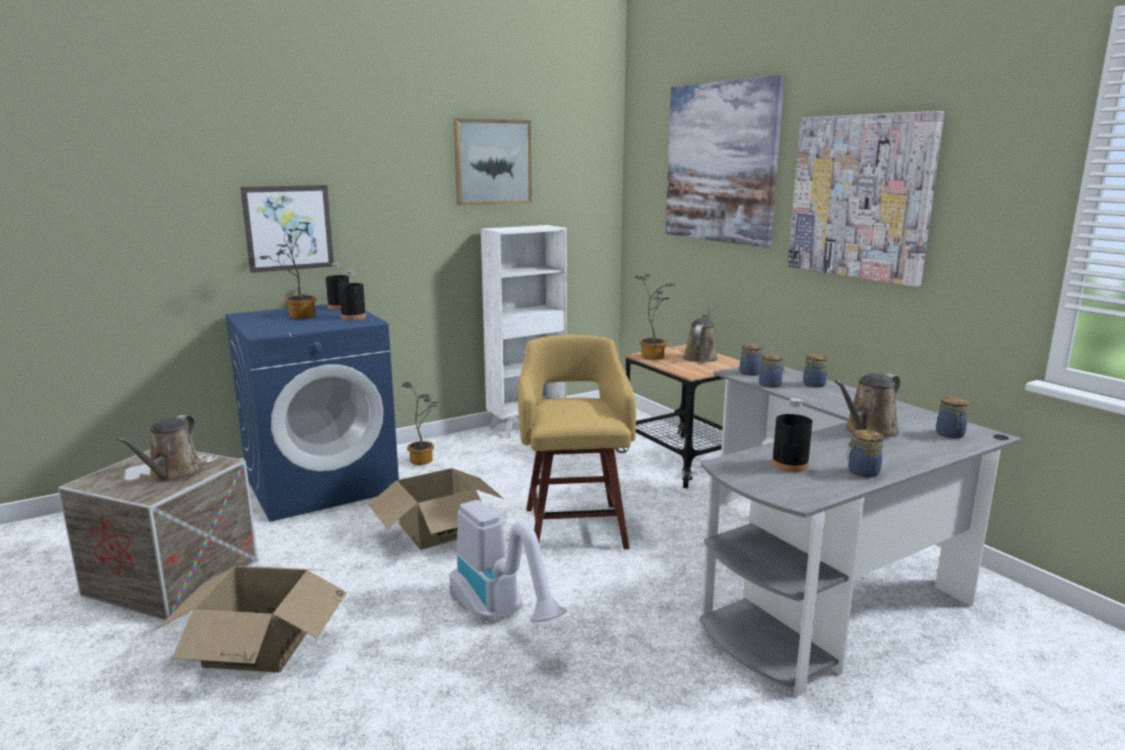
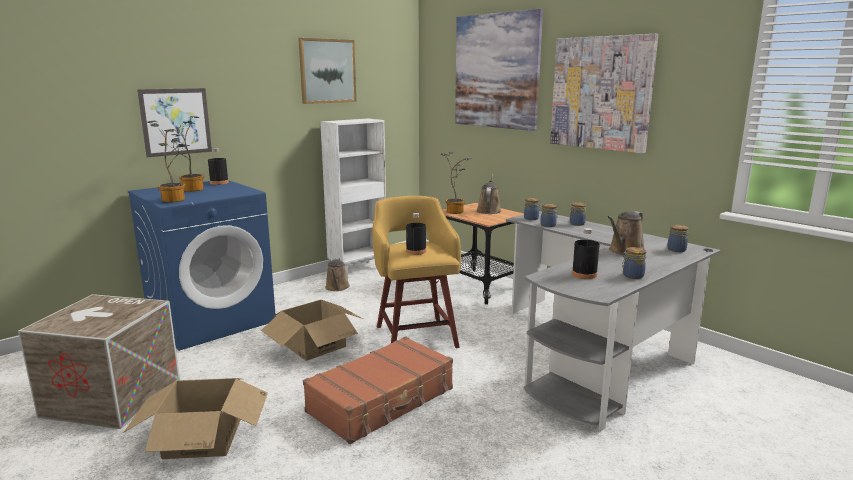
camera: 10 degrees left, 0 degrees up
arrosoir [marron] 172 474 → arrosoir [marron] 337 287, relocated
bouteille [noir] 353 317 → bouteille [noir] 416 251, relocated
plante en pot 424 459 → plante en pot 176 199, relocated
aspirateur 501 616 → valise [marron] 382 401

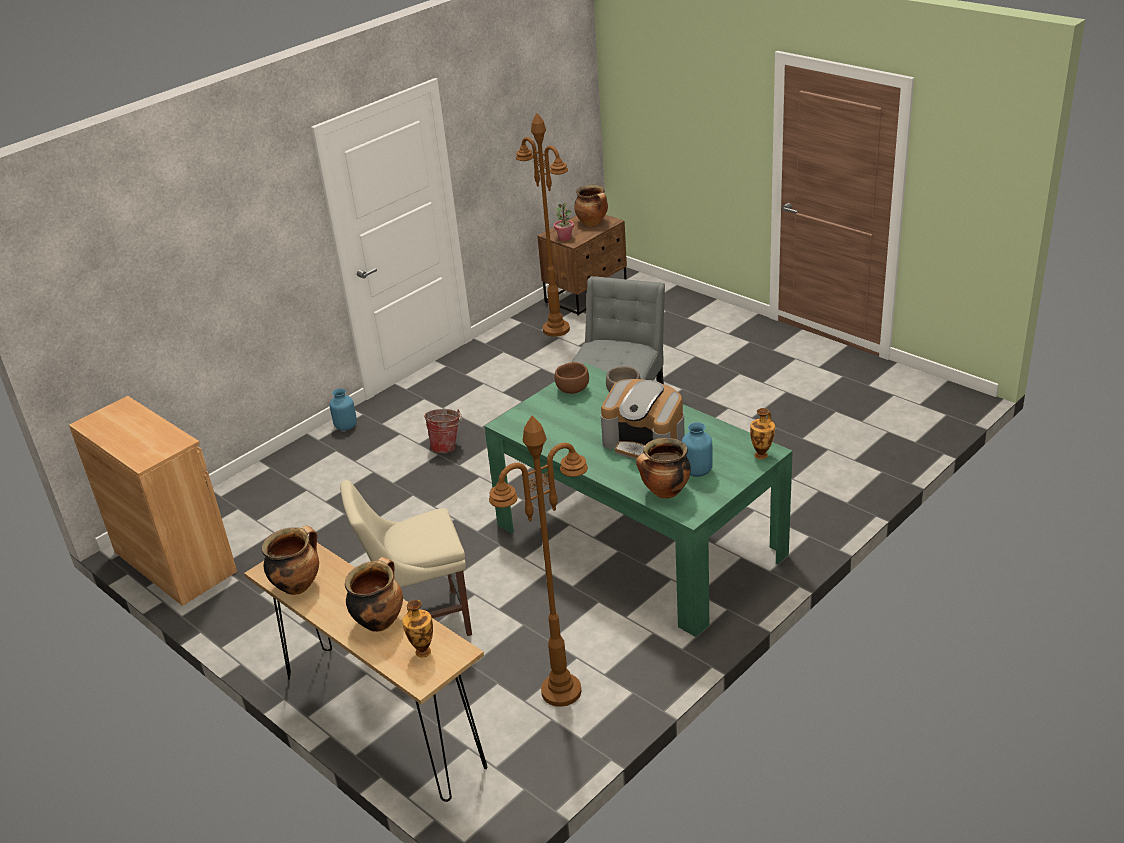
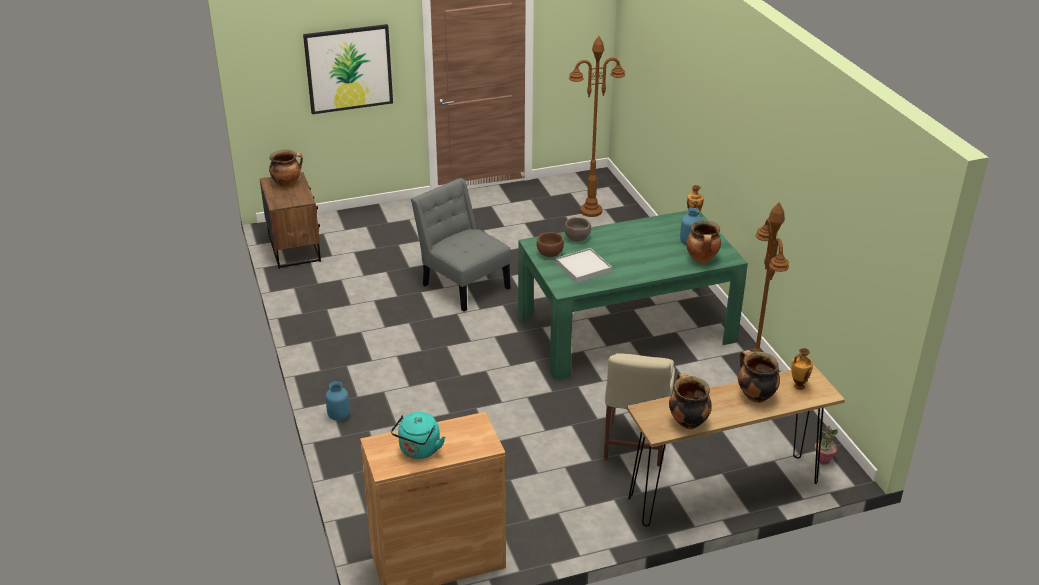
camera: 65 degrees left, 0 degrees up
seau 447 446 → -
lampadaire [marron] 556 329 → lampadaire [marron] 591 211, relocated
plante en pot 565 238 → plante en pot 823 460, relocated
machine à café 645 442 → -
- → tableau 349 68
- → bouilloire [turquoise] 418 451
- → plateau [blanc] 583 267

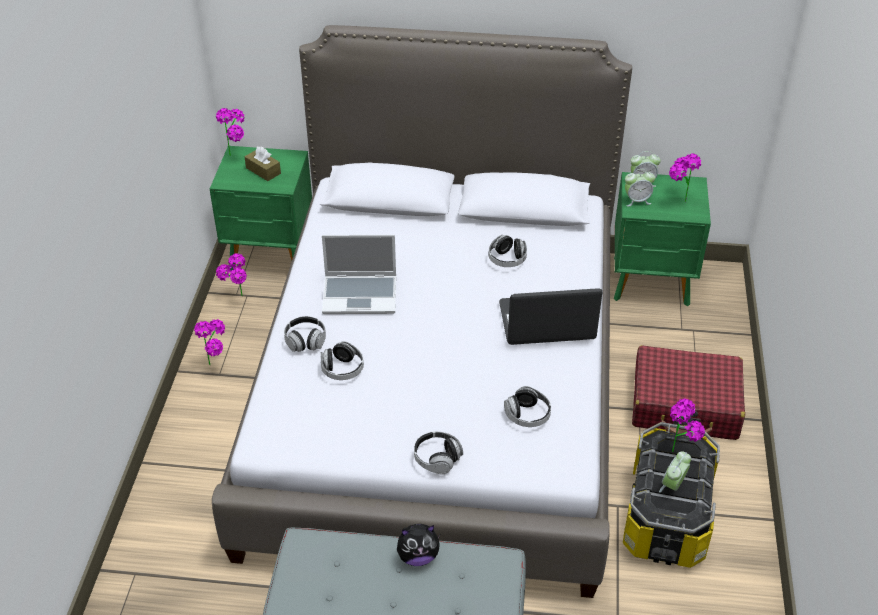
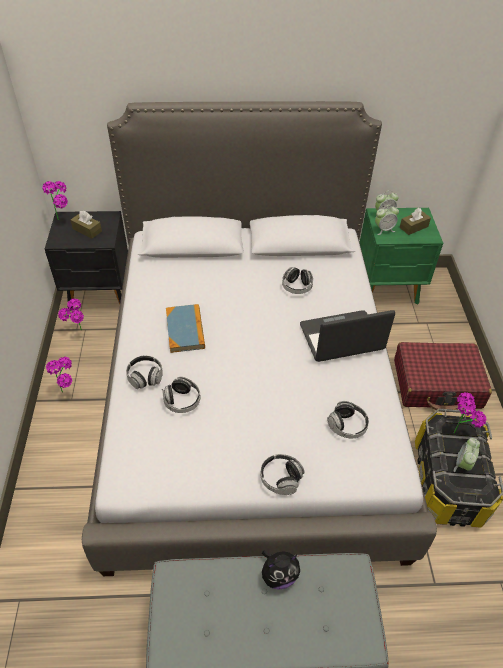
camera: 10 degrees left, 5 degrees up
table de chevet [vert] 272 254 → table de chevet [noir] 100 293
ordinateur portable 361 295 → livre 185 330
plante en pot 677 200 → boîte à mouchoirs [marron] 413 227

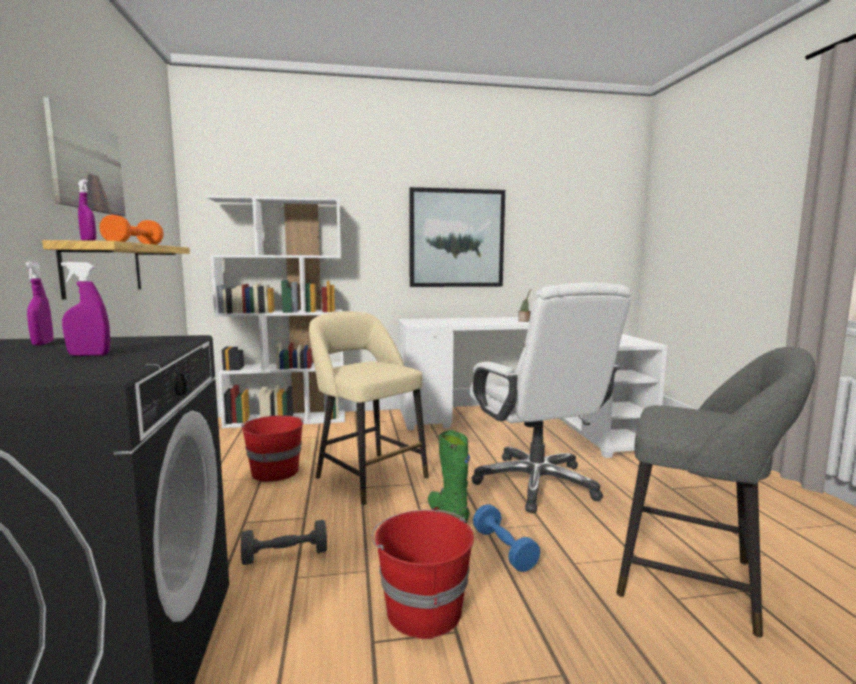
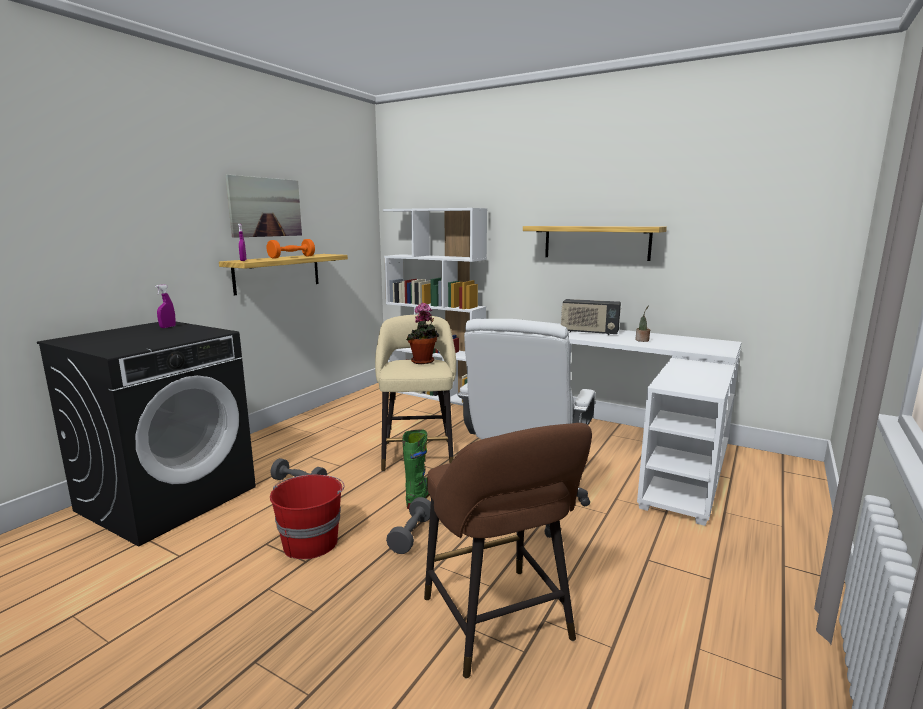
camera: 40 degrees right, 5 degrees up
vaporisateur [violet] 89 355 → -
seau [rouge] 275 471 → -
tableau 456 238 → étagère 596 242
haltère [bleu] 504 549 → haltère [gris] 411 535
tabouret [gris] 696 581 → tabouret [marron] 500 624
- → plante en pot 423 362
- → radio 589 332

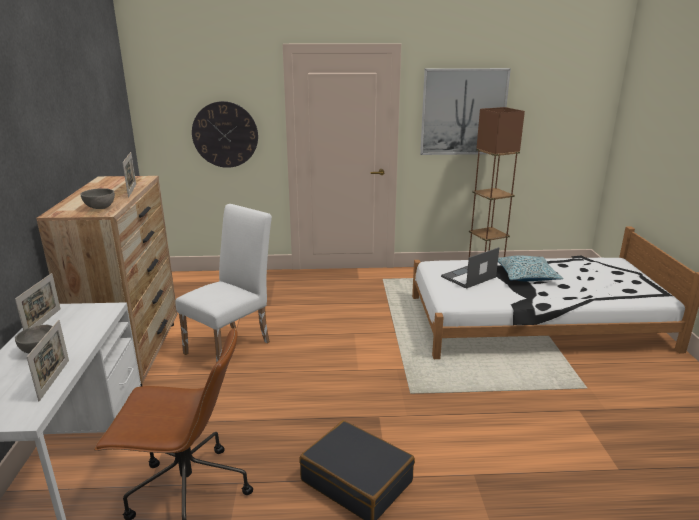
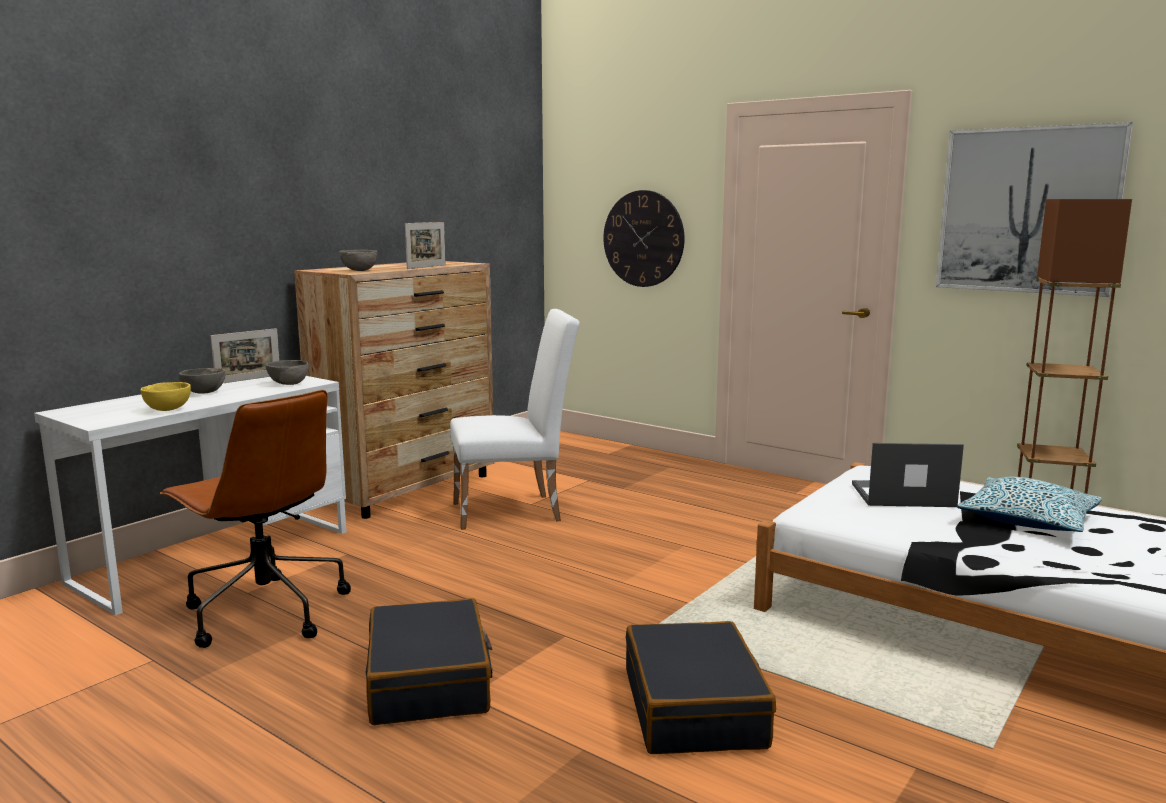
camera: 40 degrees right, 10 degrees down
cadre photo 54 380 → bol [jaune] 168 410
- → bol [gris] 288 384
- → valise [noir] 695 708

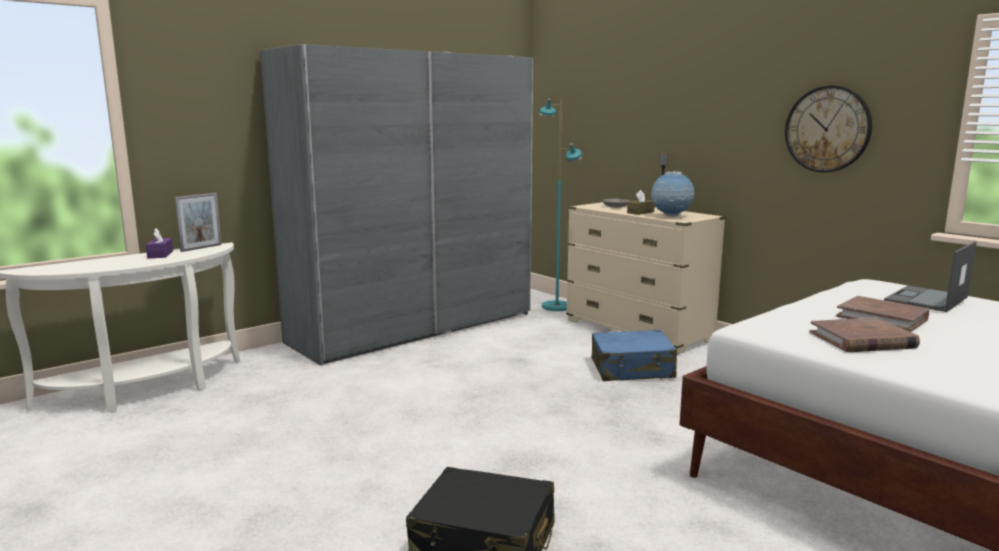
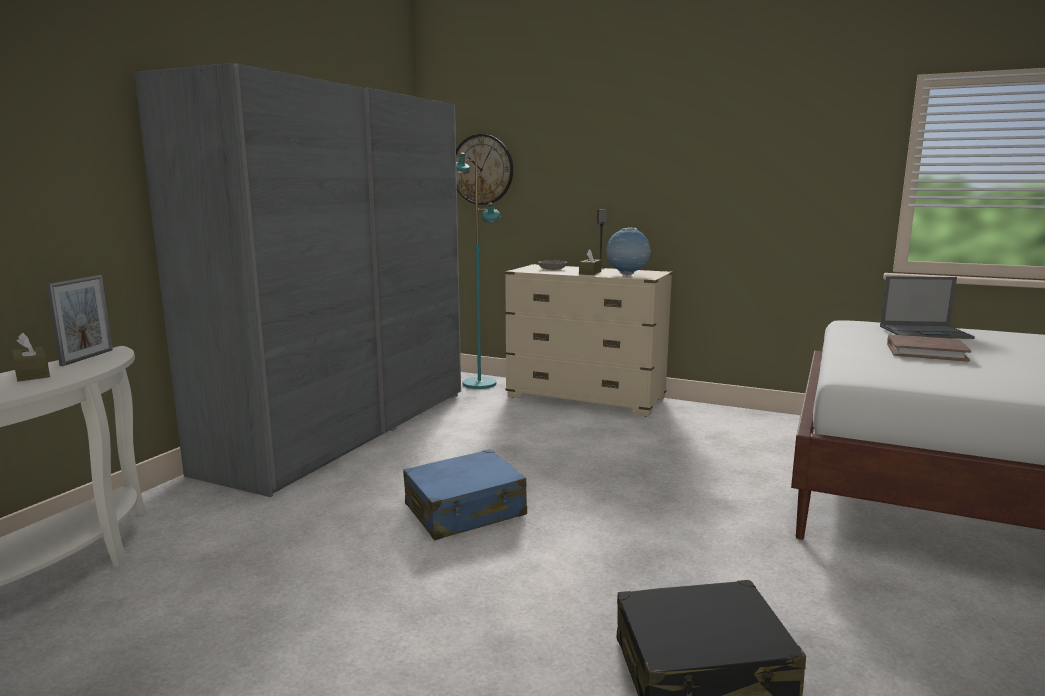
camera: 25 degrees left, 0 degrees up
boîte à mouchoirs [violet] 160 254 → boîte à mouchoirs [marron] 32 374
valise [bleu] 632 369 → valise [bleu] 465 511, relocated
horloge murale 827 129 → horloge murale 482 169, relocated
livre [marron] 862 340 → -
ordinateur portable 926 299 → ordinateur portable 926 332, 105 degrees counterclockwise

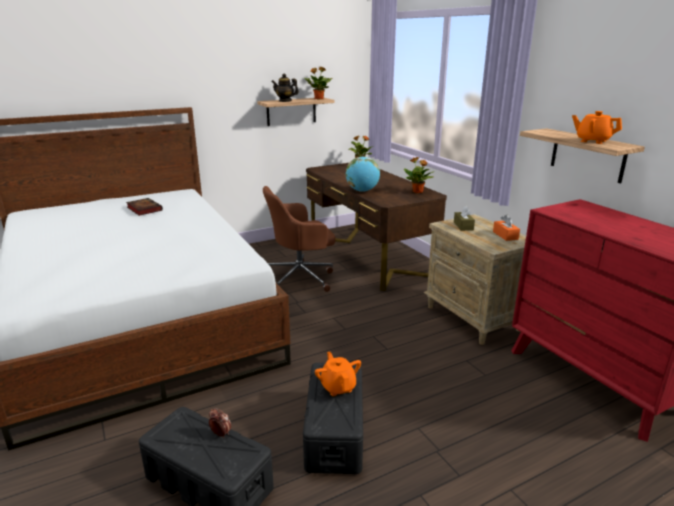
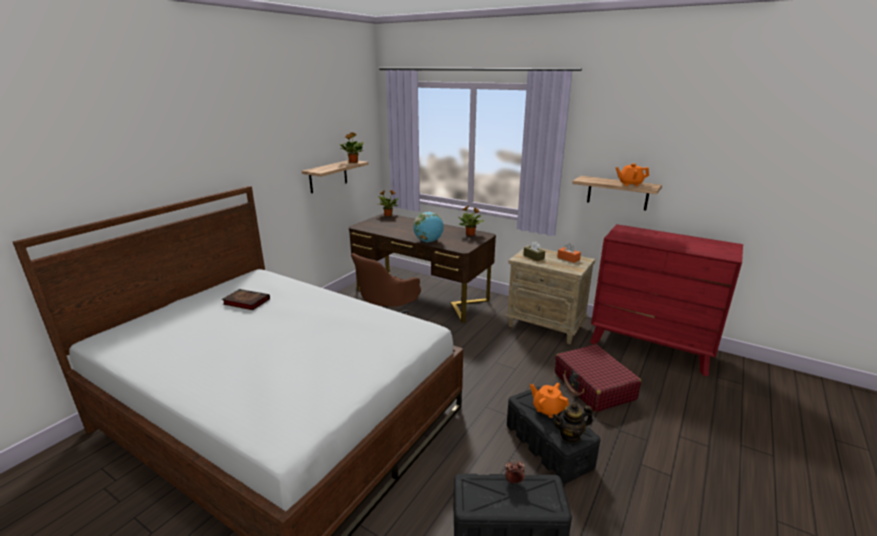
camera: 30 degrees left, 0 degrees up
théière 285 101 → théière 570 435, relocated
- → valise [rouge] 594 386

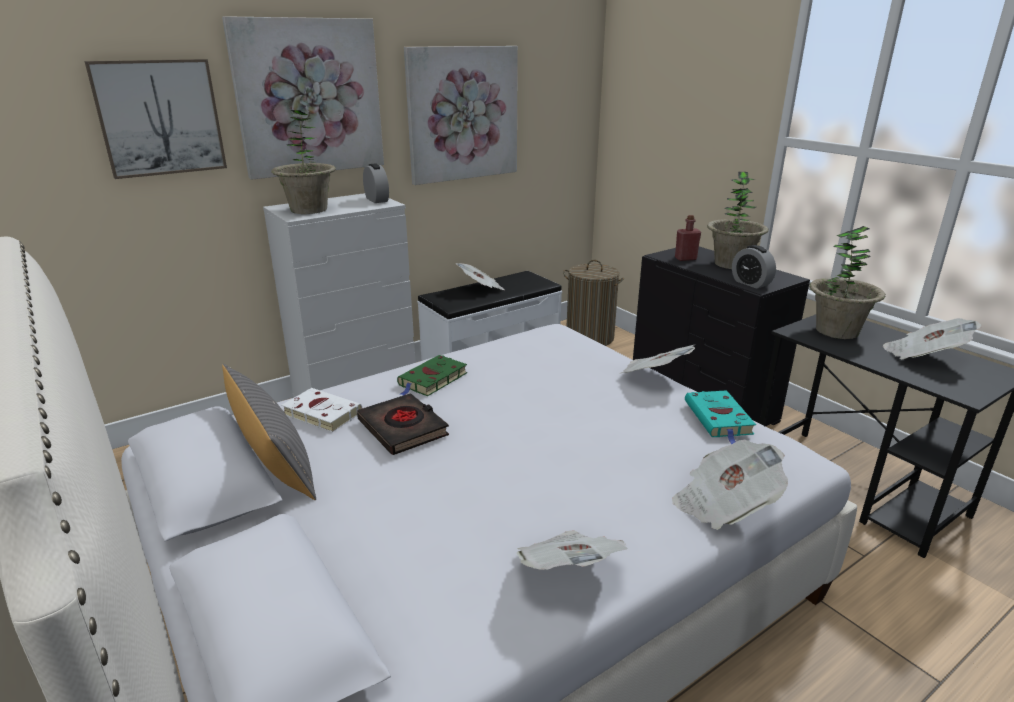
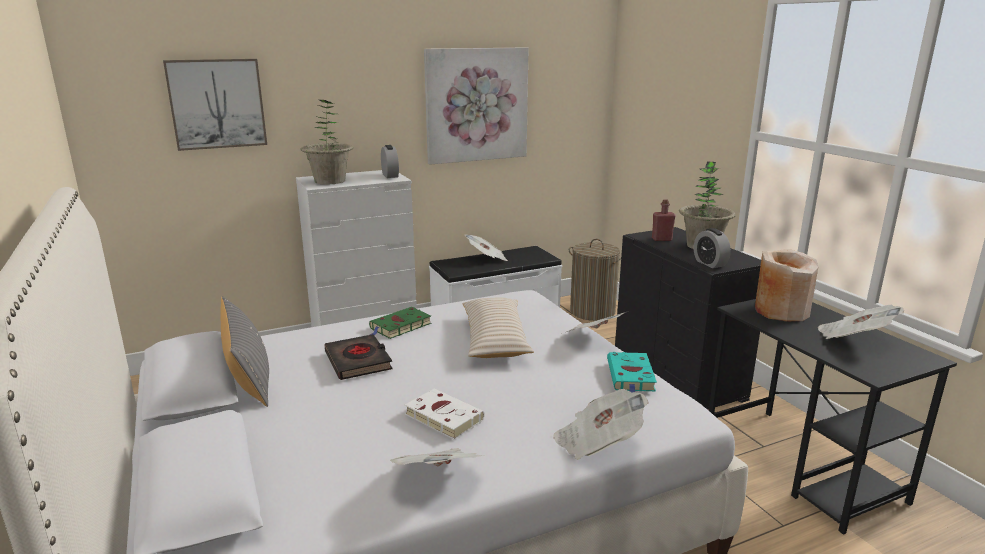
camera: 10 degrees right, 5 degrees down
tableau 309 97 → -
livre [blanc] 320 413 → livre [blanc] 442 417, relocated
plante en pot 836 331 → vase [beige] 781 311
- → coussin [beige] 495 339

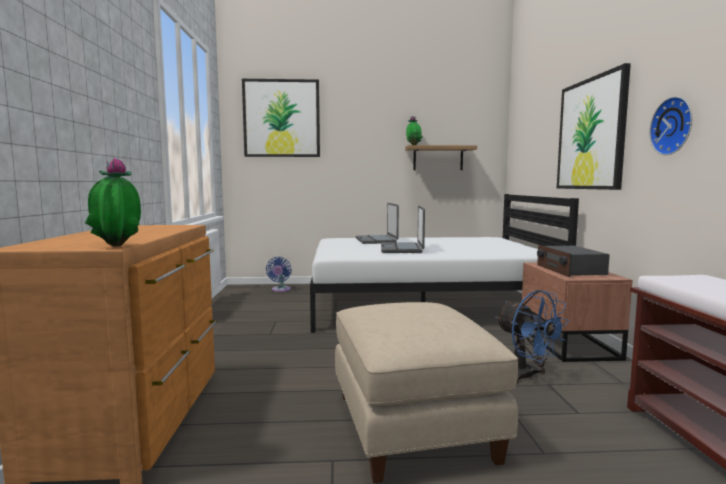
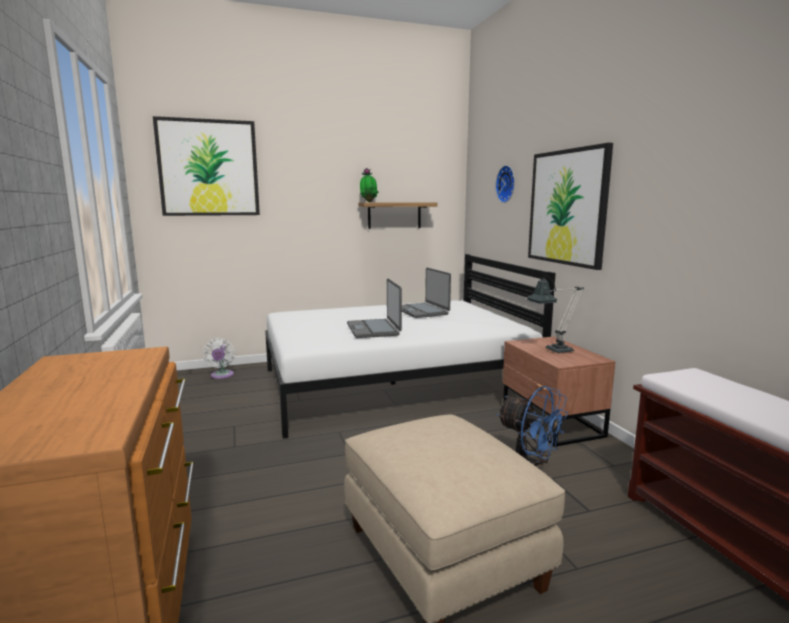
camera: 15 degrees left, 5 degrees up
plante en pot 117 247 → -
ventilateur [bleu] 280 290 → ventilateur [blanc] 221 376
ordinateur portable 376 240 → ordinateur portable 421 311, relocated
radio 570 270 → lampe de table 554 351
horloge murale 674 126 → horloge murale 507 184, relocated

